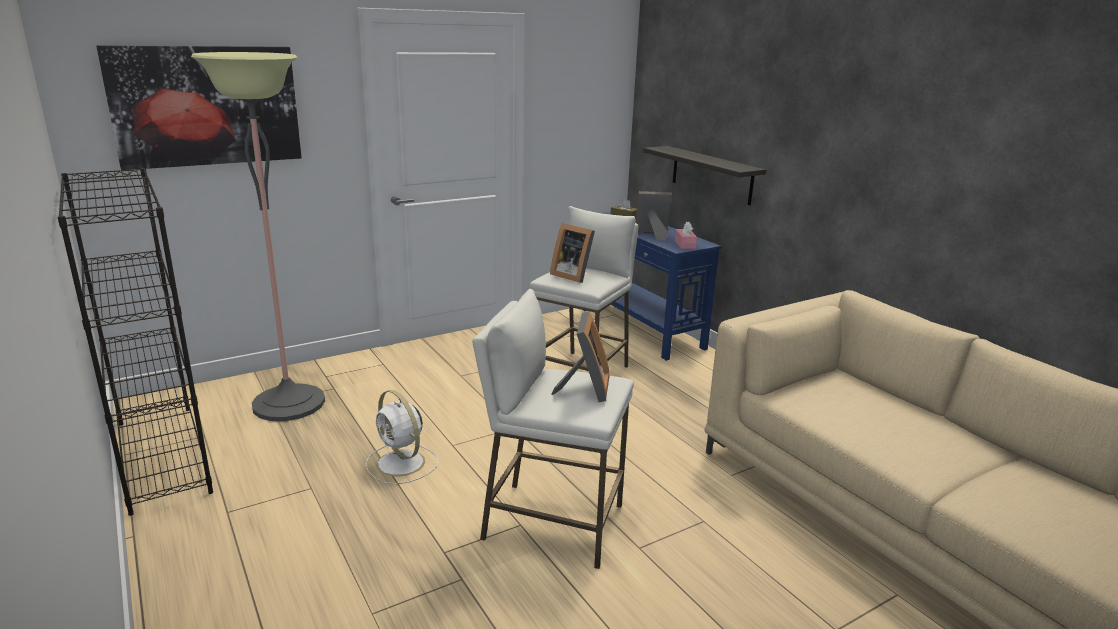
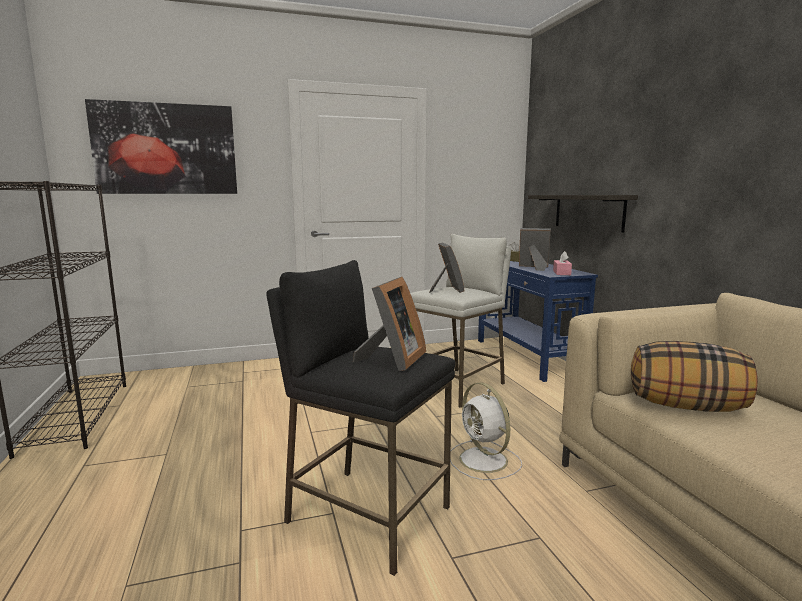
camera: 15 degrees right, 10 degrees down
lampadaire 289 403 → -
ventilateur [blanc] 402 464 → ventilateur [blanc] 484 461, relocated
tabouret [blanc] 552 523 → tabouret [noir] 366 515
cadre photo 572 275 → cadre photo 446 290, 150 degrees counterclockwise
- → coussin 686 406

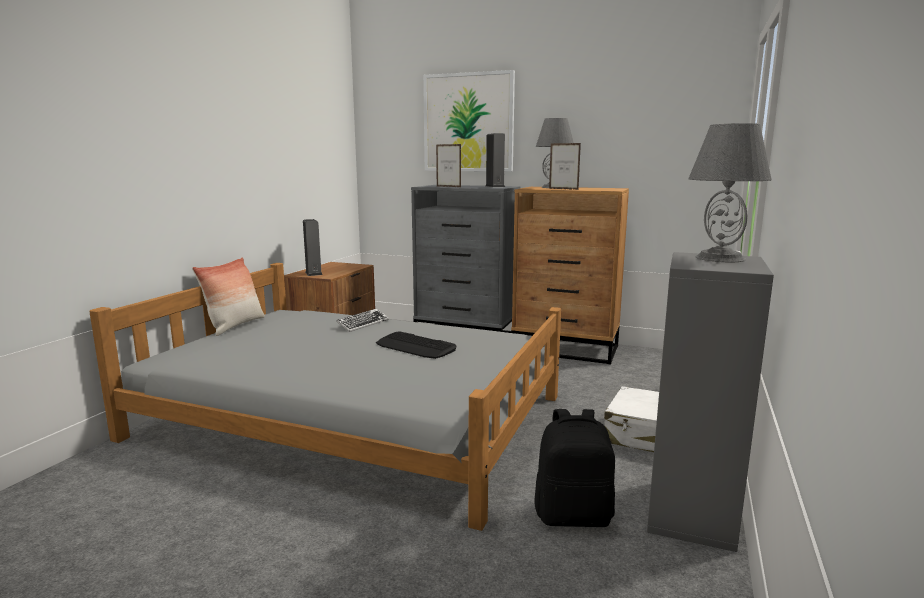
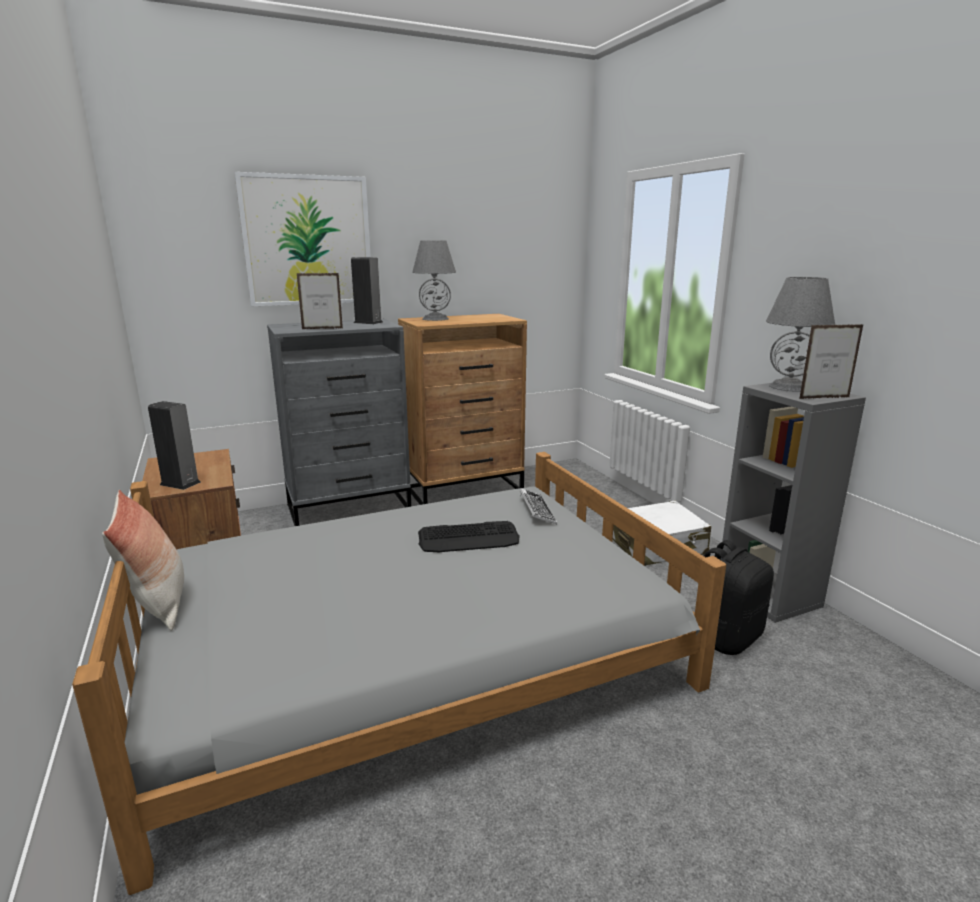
camera: 45 degrees left, 5 degrees up
clavier 363 324 → clavier 536 510, relocated
cadre photo 563 189 → cadre photo 824 398, relocated

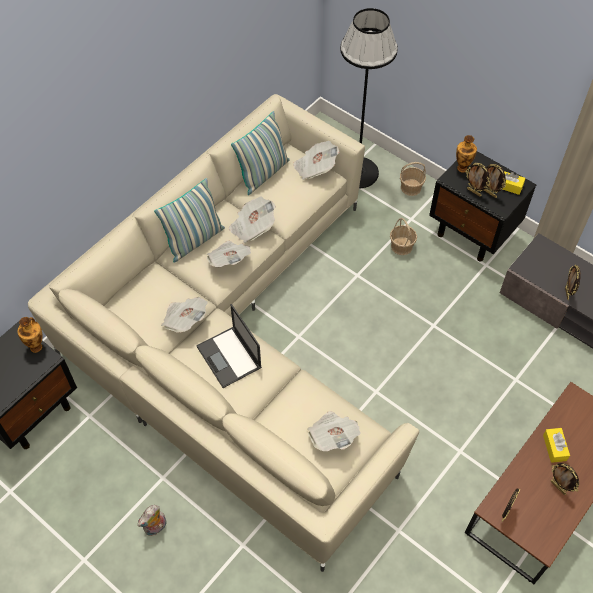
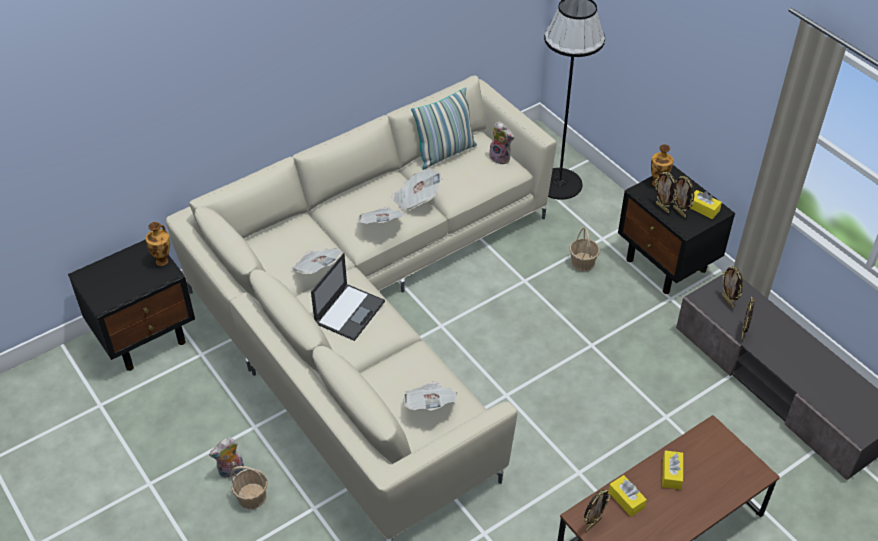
camera: 15 degrees right, 10 degrees down
coussin 194 240 → -
ordinateur portable 229 357 → ordinateur portable 350 311, 135 degrees counterclockwise
journal 315 168 → peluche 501 157
panier 411 188 → panier 252 496, relocated
cadre photo 558 487 → cadre photo 728 301, relocated
- → boîte à mouchoirs [jaune] 626 500

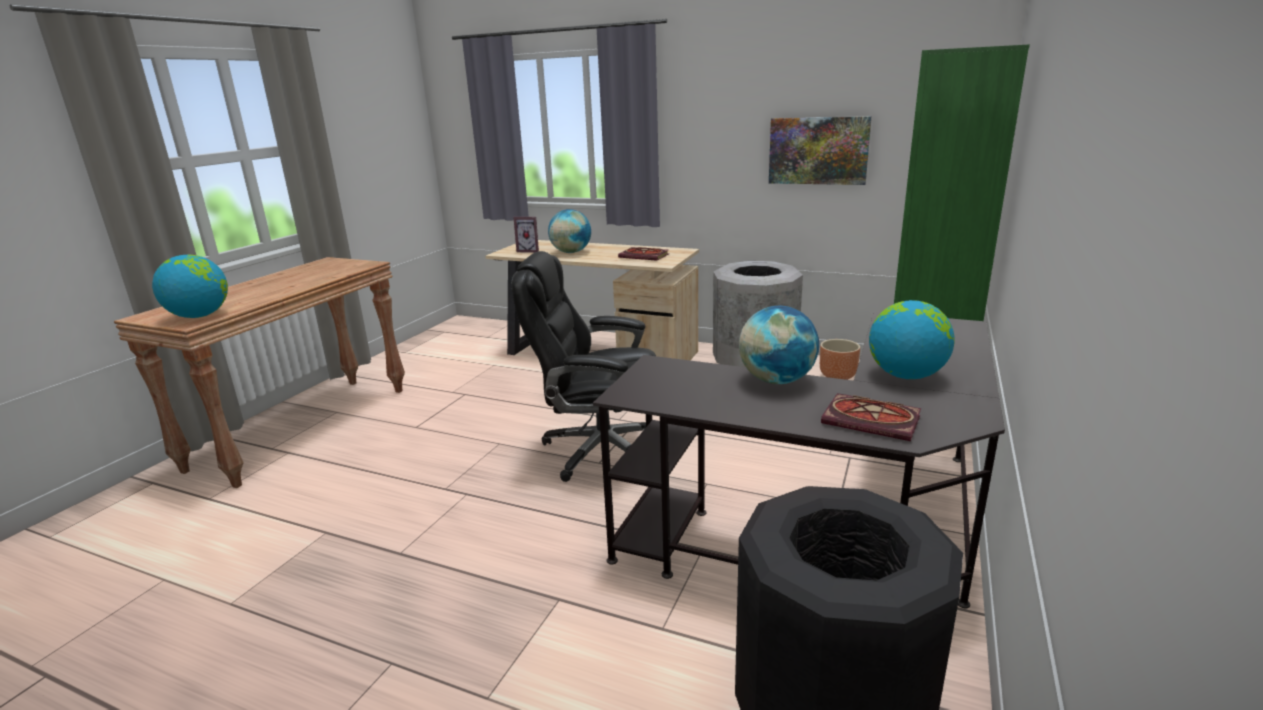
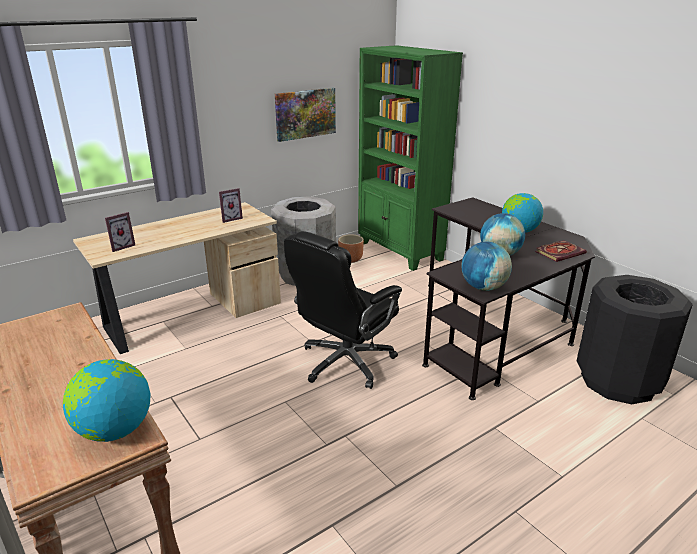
camera: 60 degrees left, 5 degrees up
globe 571 252 → globe 483 287, relocated
livre 645 256 → cadre photo 230 218

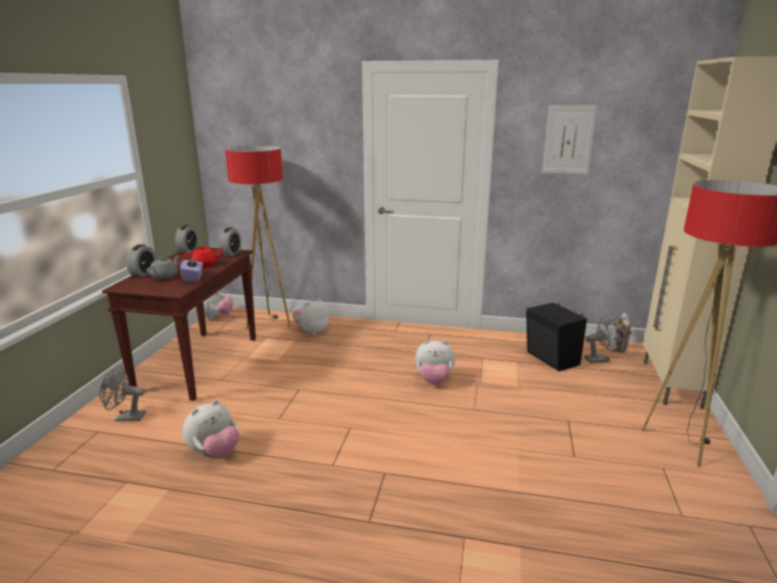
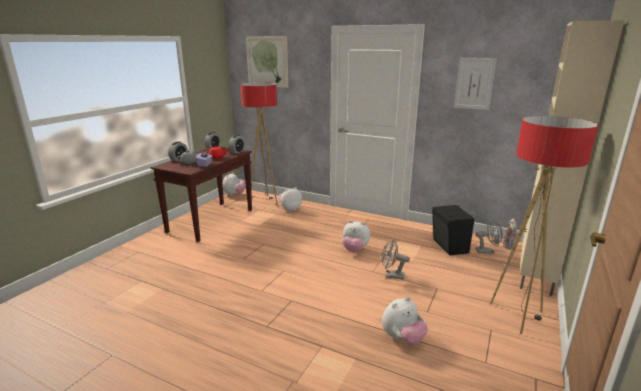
camera: 15 degrees right, 0 degrees up
ventilateur [gris] 125 417 → ventilateur [gris] 391 275, relocated
peluche 214 452 → peluche 402 338, relocated
- → tableau 267 61

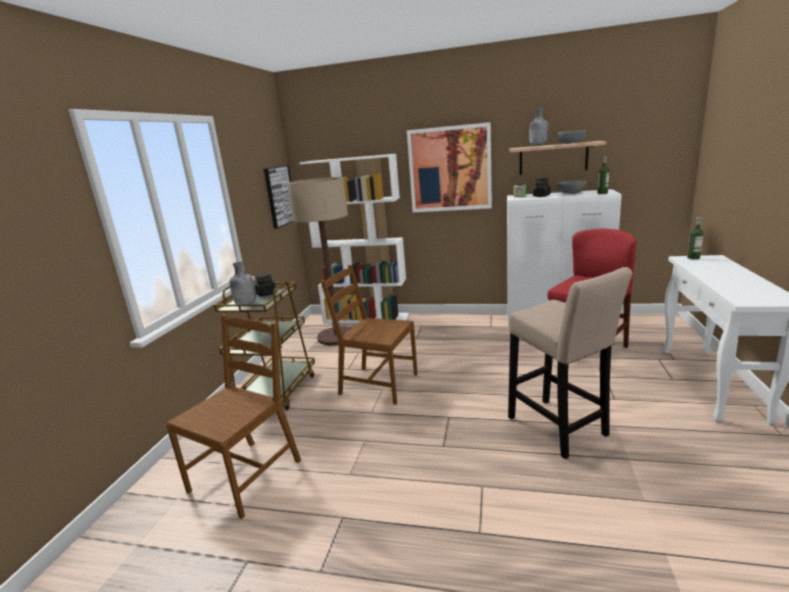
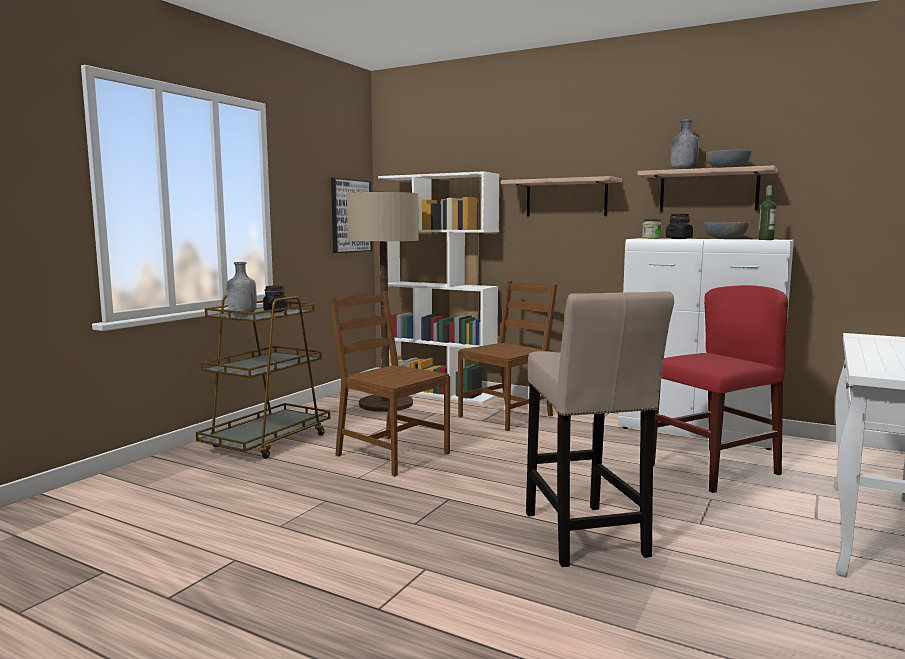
camera: 15 degrees right, 10 degrees down
chaise [marron] 246 475 → chaise [marron] 506 416, relocated
tableau 450 169 → étagère 566 198
bouteille 693 258 → -

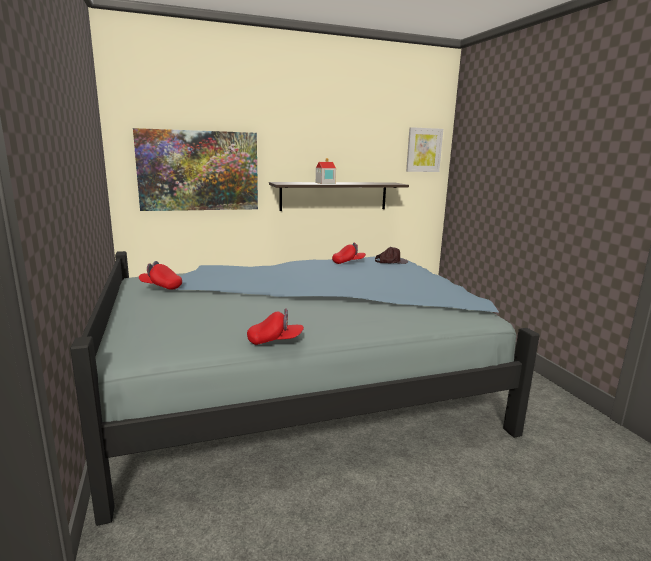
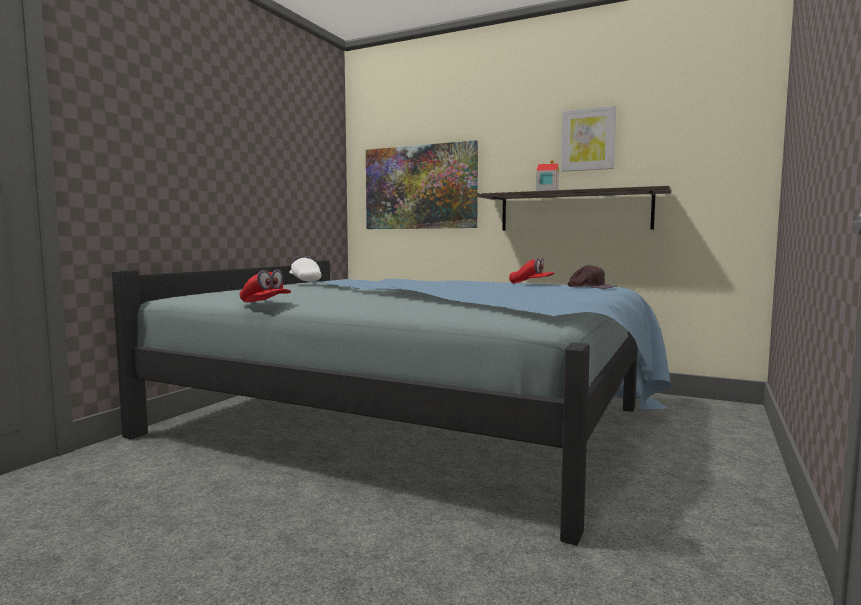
camera: 45 degrees right, 10 degrees down
casquette [rouge] 161 286 → casquette [blanc] 305 280
tableau 423 150 → tableau 588 140, relocated

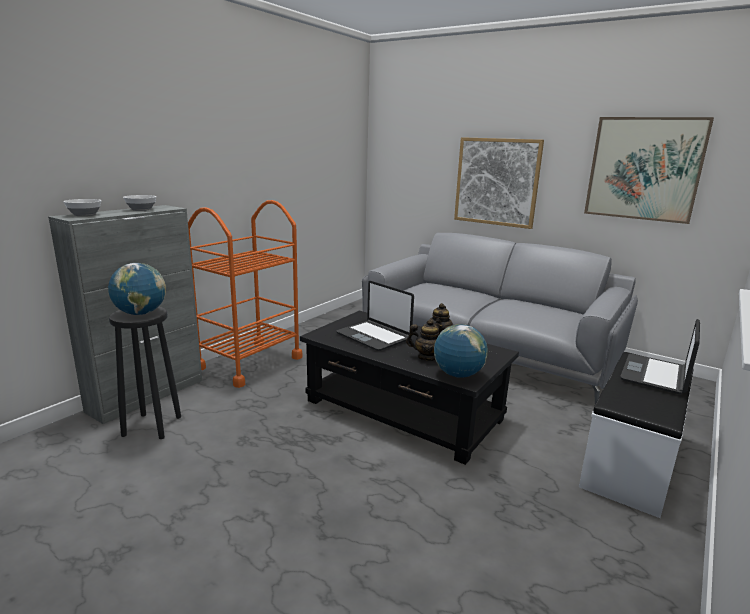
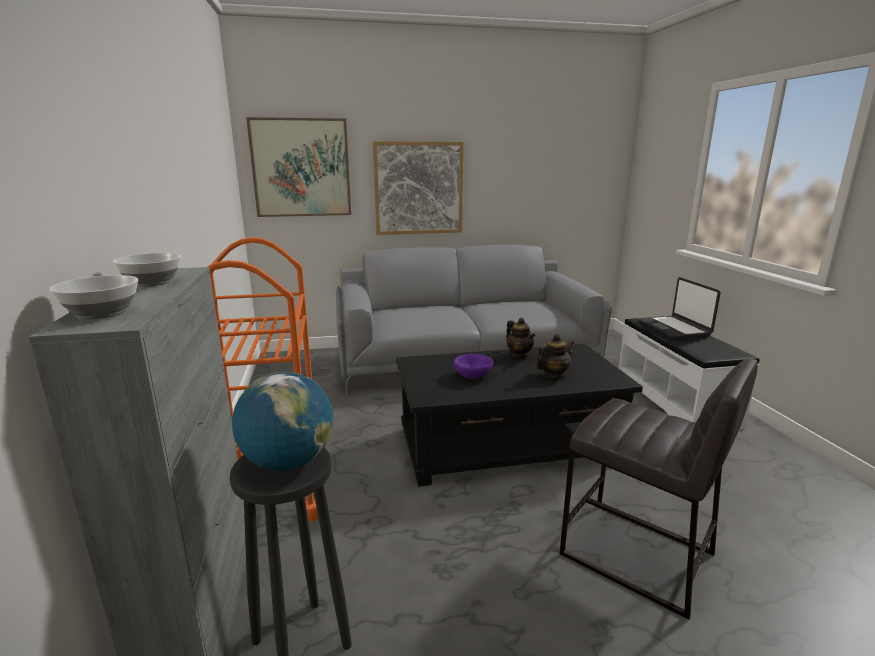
camera: 45 degrees left, 0 degrees up
ordinateur portable 374 336 → bol [violet] 473 376
globe 458 375 → -
tableau 644 169 → tableau 301 168, relocated
- → tabouret [gris] 637 555

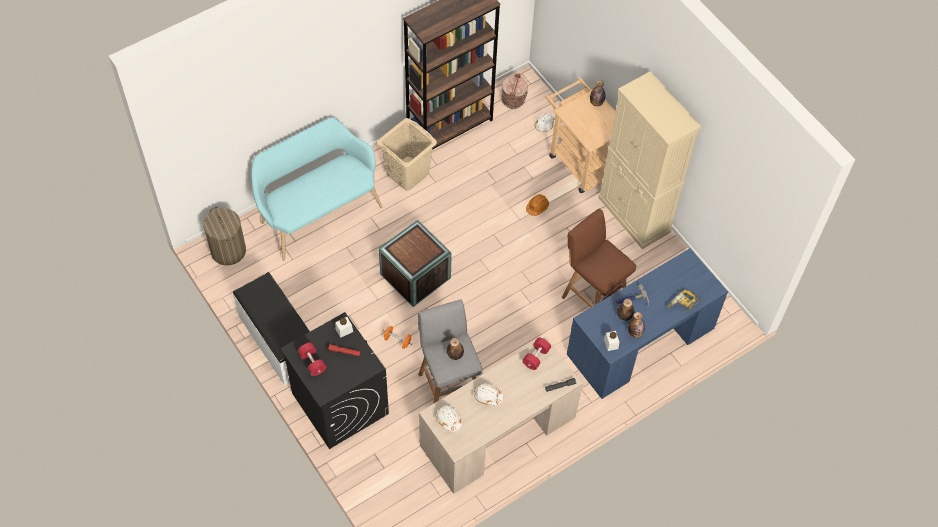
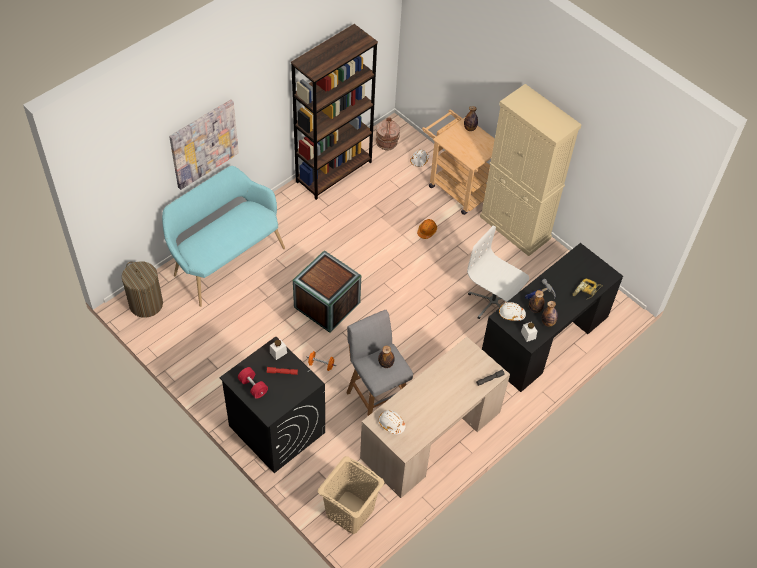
camera: 10 degrees left, 5 degrees down
banc [blanc] 278 340 → -
panier à linge [beige] 407 173 → panier à linge [beige] 349 512, relocated
casque de chantier [blanc] 487 396 → casque de chantier [blanc] 511 314, relocated
haltère [rouge] 536 357 → -
tabouret [marron] 592 296 → chaise de bureau [blanc] 493 302
bureau [bleu] 640 341 → bureau [noir] 544 336
- → tableau 203 143

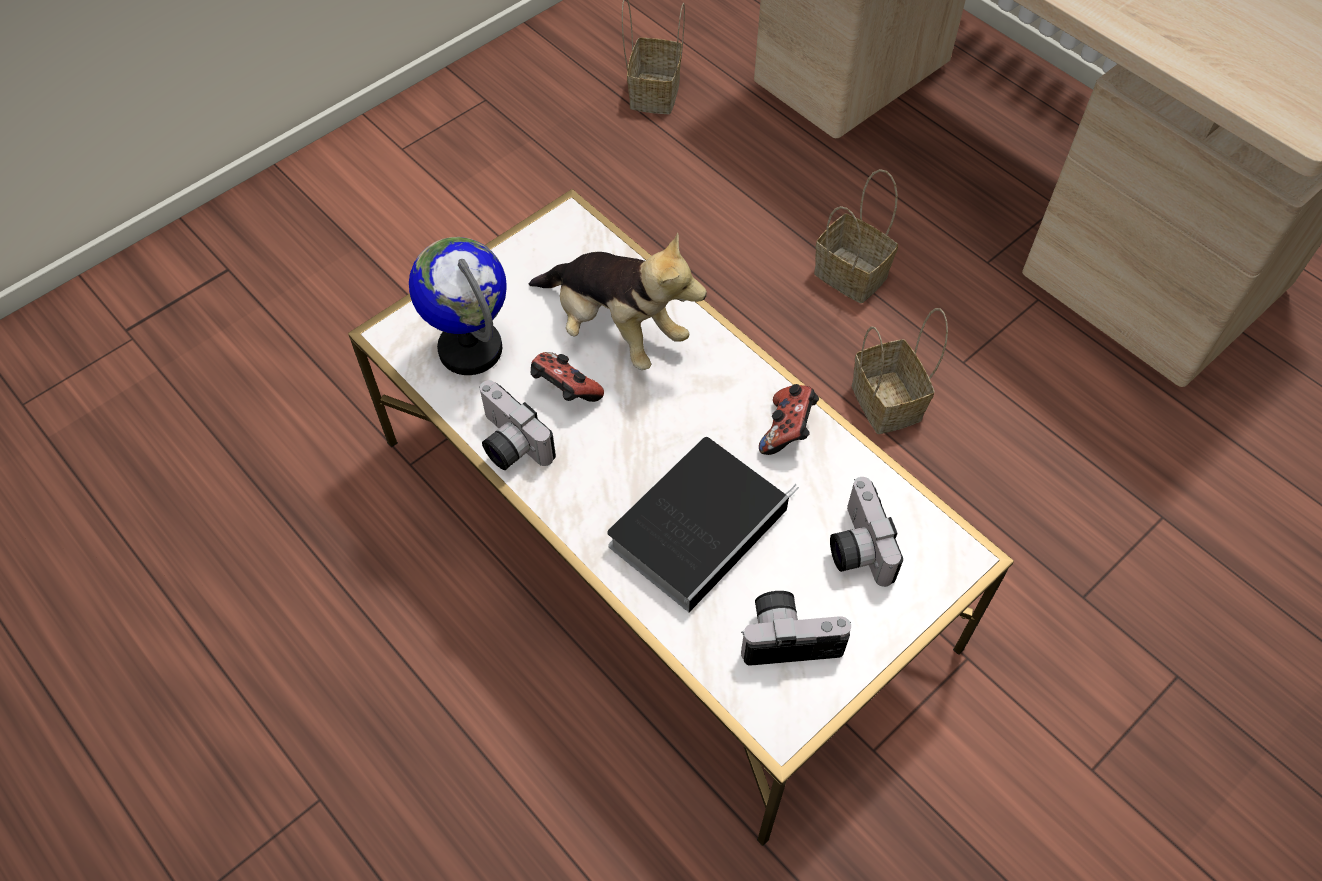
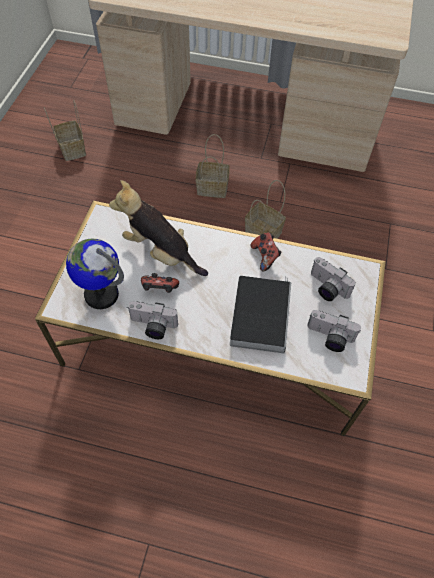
camera: 35 degrees left, 0 degrees up
peluche 615 330 → peluche 161 252, 150 degrees counterclockwise
appareil photo 790 635 → appareil photo 329 338, 120 degrees counterclockwise

